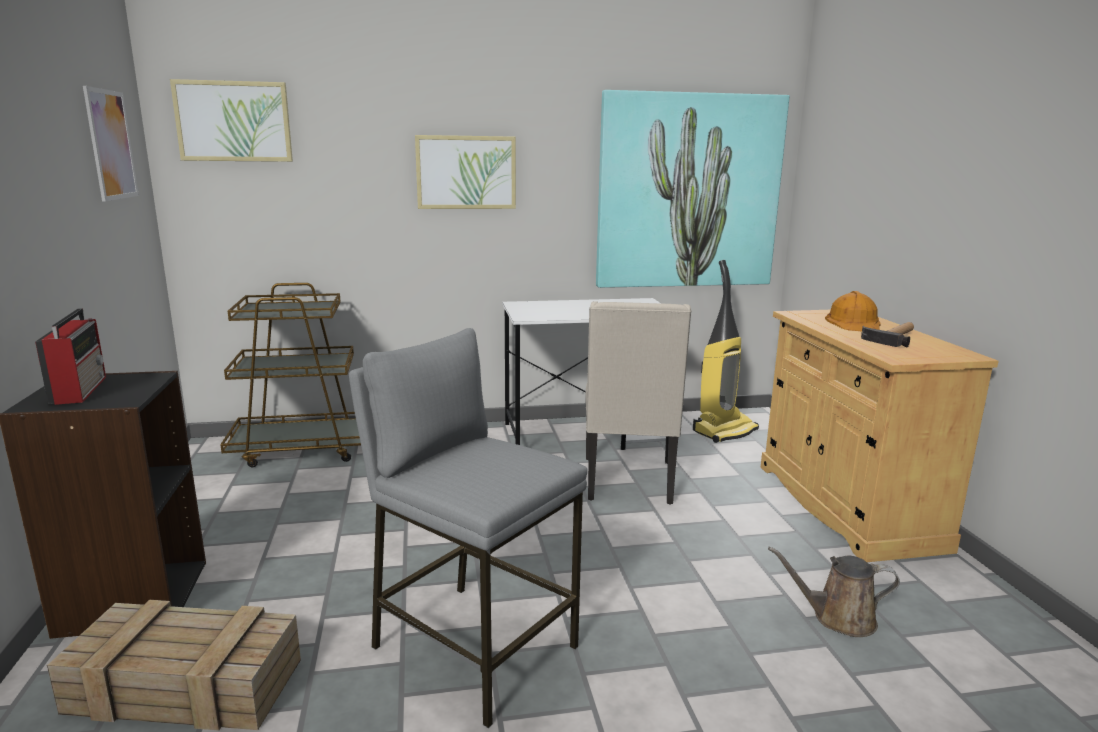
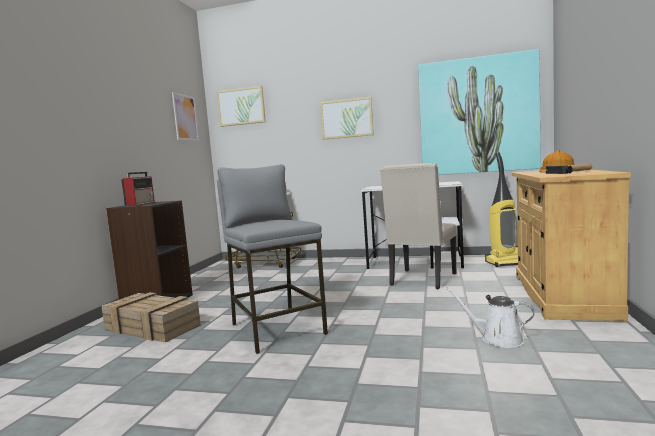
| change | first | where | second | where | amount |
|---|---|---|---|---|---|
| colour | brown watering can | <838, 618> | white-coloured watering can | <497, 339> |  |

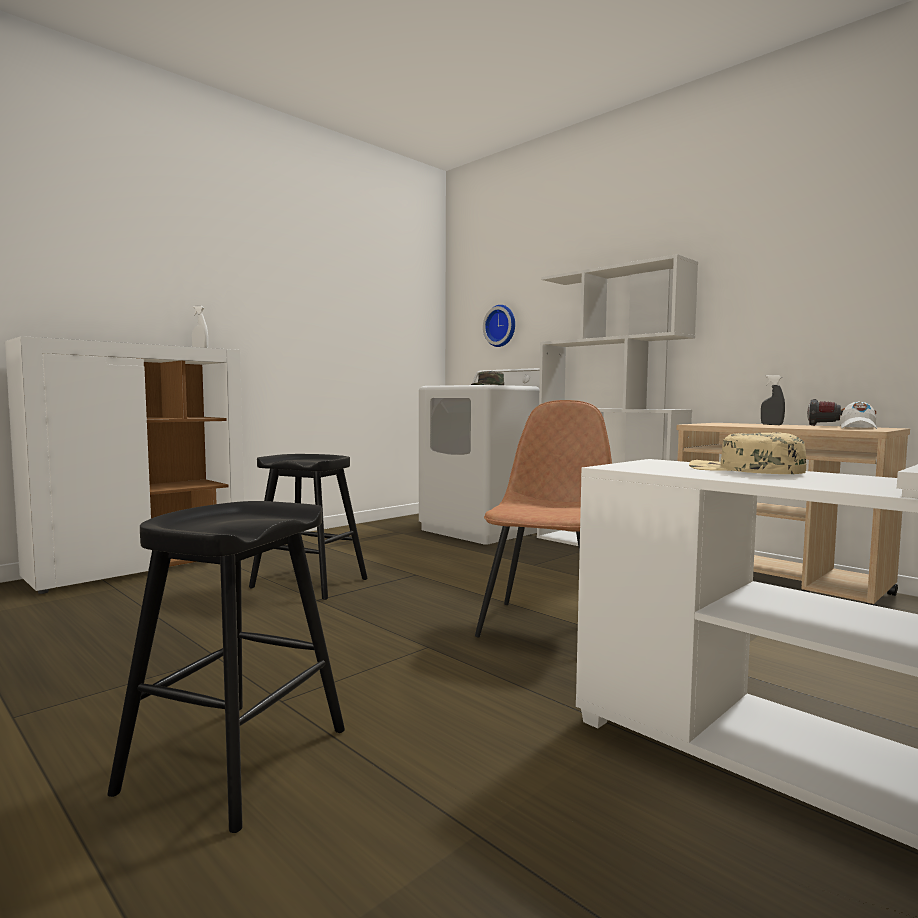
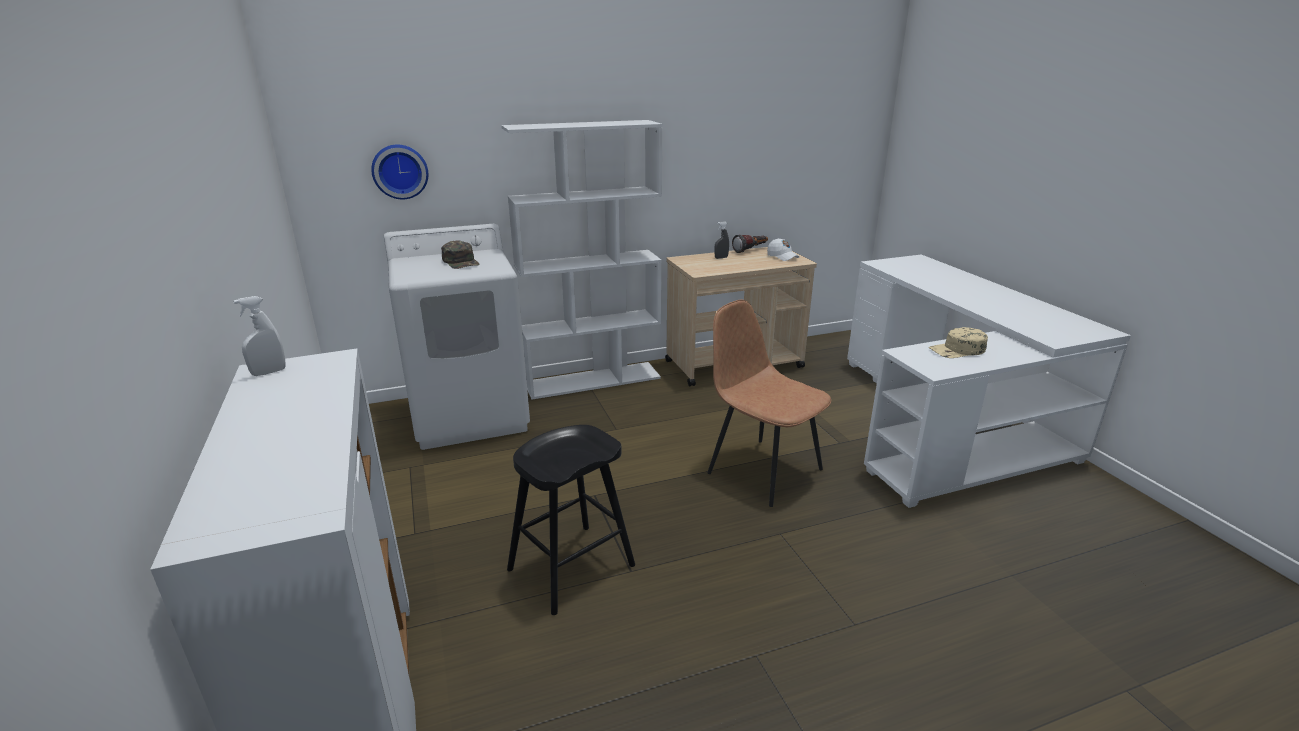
| change | first | where | second | where | amount |
|---|---|---|---|---|---|
| missing | black-coloured stool | <236, 760> |  |  |  |

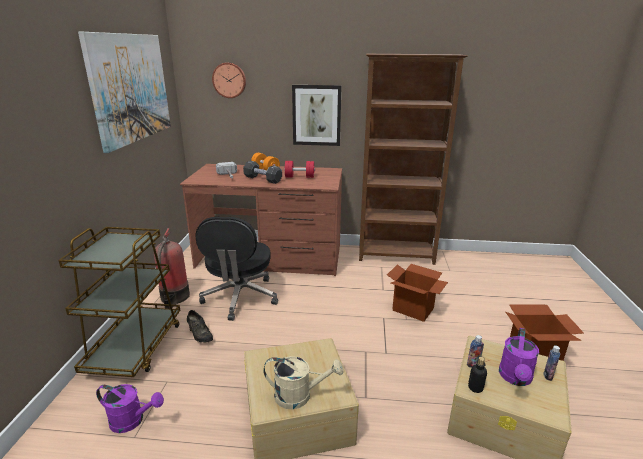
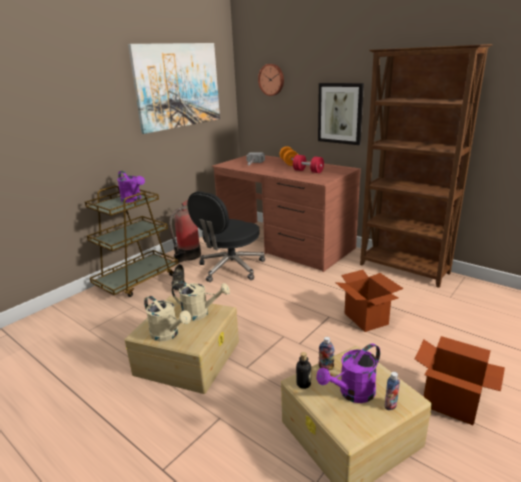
| change | first | where | second | where | amount |
|---|---|---|---|---|---|
| missing | black-coloured free weight | <263, 179> |  |  |  |
| appeared |  |  | beige-coloured watering can | <200, 313> |  |
| relocated | purple-coloured watering can | <132, 421> |  | <133, 200> |  |

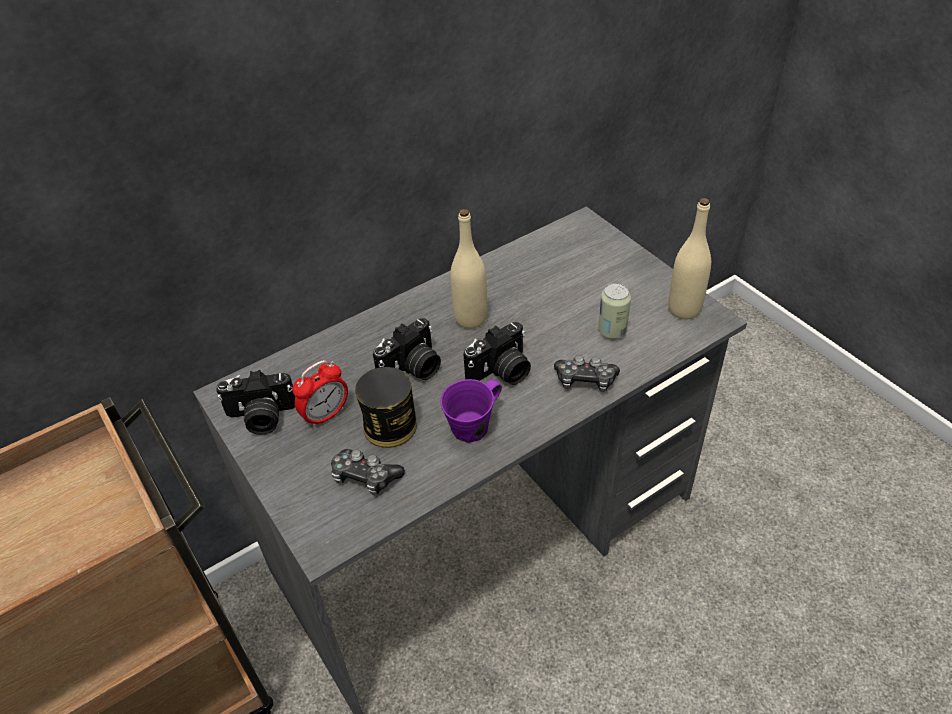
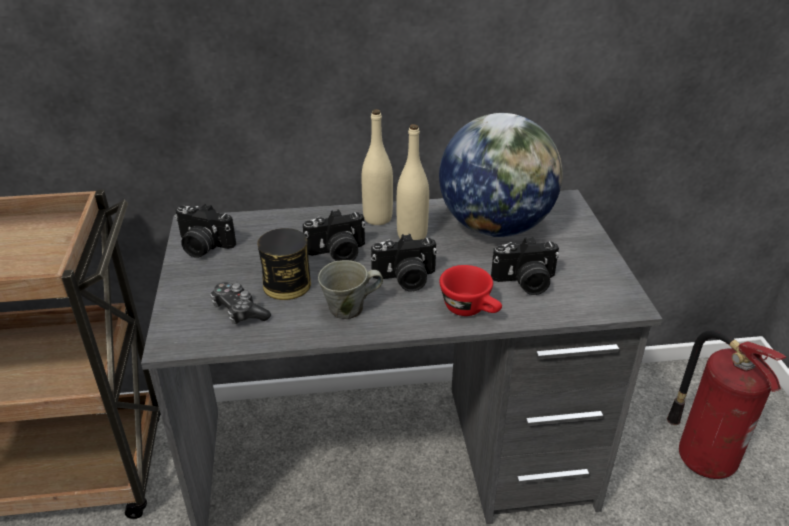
| change | first | where | second | where | amount |
|---|---|---|---|---|---|
| missing | table clock | <326, 415> |  |  |  |
| appeared |  |  | desk globe | <495, 227> |  |
| appeared |  |  | fire-fighting cylinder | <703, 456> |  |
| relocated | beige-coloured drink bottle | <684, 309> |  | <377, 218> |  |
| exchanged | gamepad | <585, 380> | red small cup | <471, 309> |  |
| exchanged | can | <612, 331> | photo camera | <525, 283> |  |
| colour | purple-coloured coffee mug | <472, 427> | grey coffee mug | <349, 309> |  |

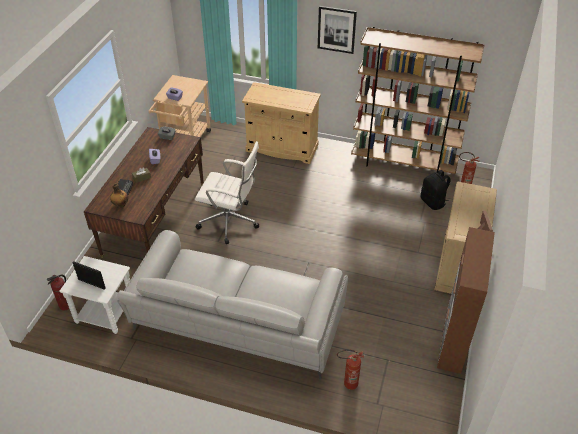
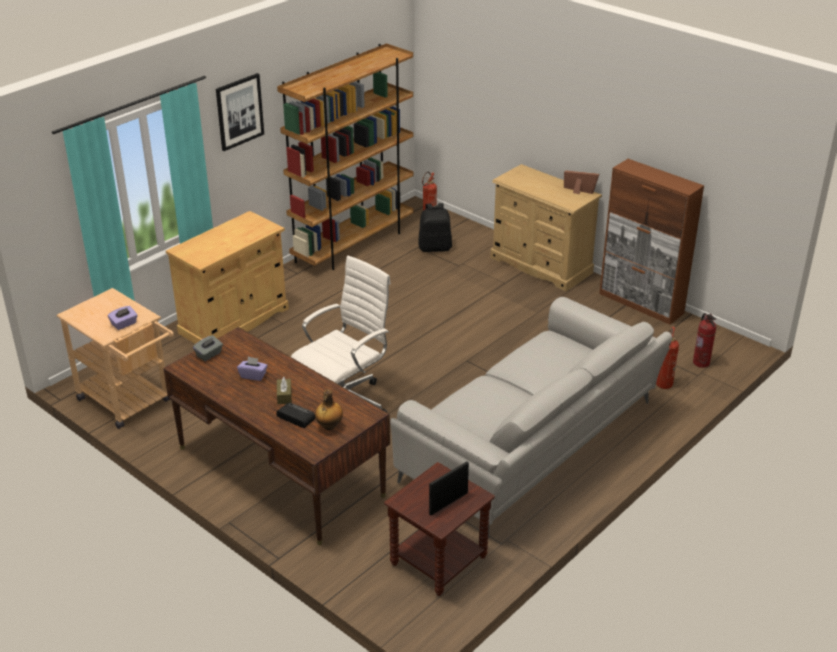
| change | first | where | second | where | amount |
|---|---|---|---|---|---|
| relocated | fire-fighting cylinder | <65, 305> |  | <701, 363> |  |
| colour | white-coloured side table | <105, 313> | brown side table | <439, 561> |  |

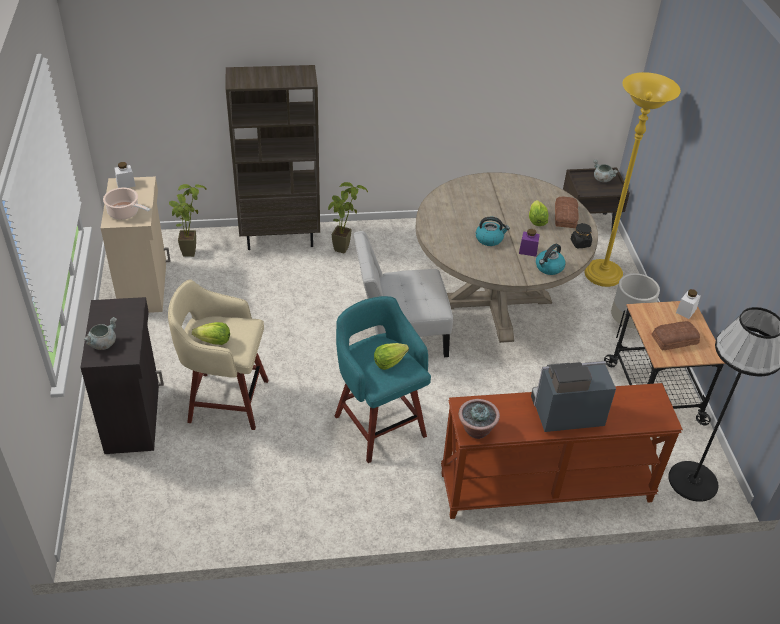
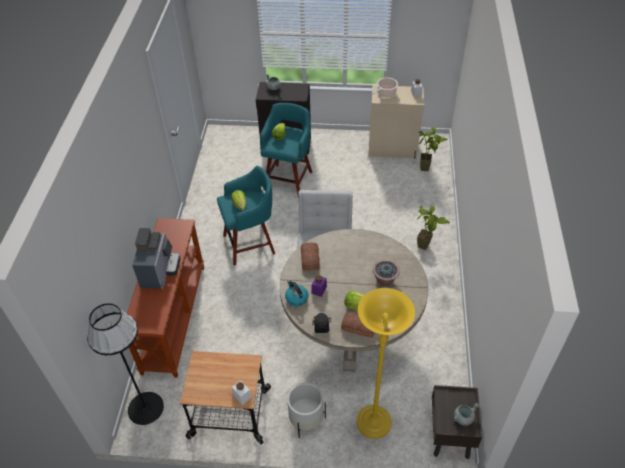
| change | first | where | second | where | amount |
|---|---|---|---|---|---|
| missing | brown bookshelf | <280, 238> |  |  |  |
| missing | water kettle | <489, 239> |  |  |  |
| relocated | potted plant | <476, 430> |  | <385, 279> |  |
| relocated | bakery bread | <673, 339> |  | <310, 259> |  |
| colour | beige-coloured stool | <225, 400> | turquoise-coloured stool | <288, 179> |  |

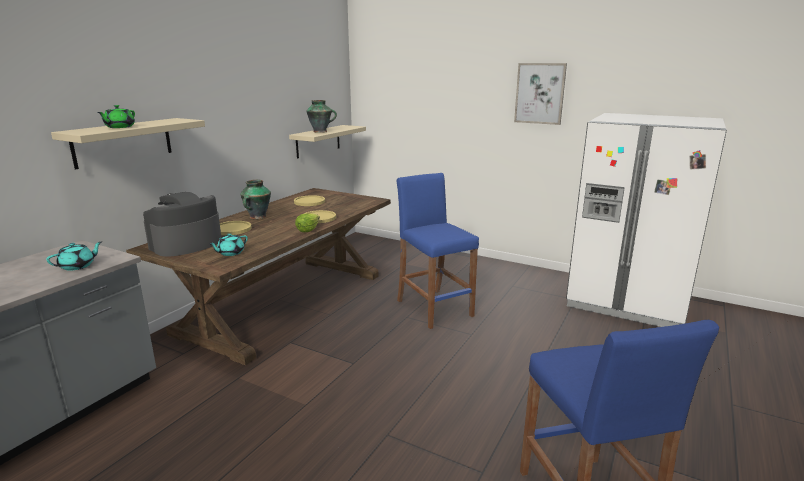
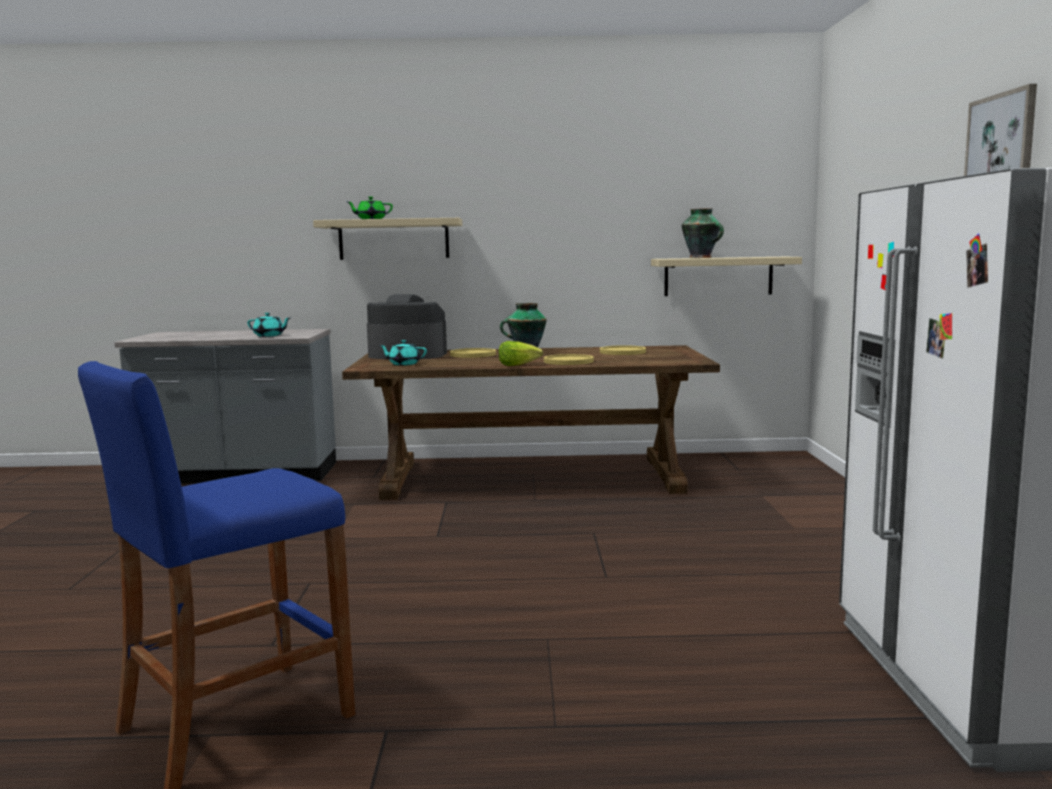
| change | first | where | second | where | amount |
|---|---|---|---|---|---|
| missing | bluish stool | <434, 308> |  |  |  |

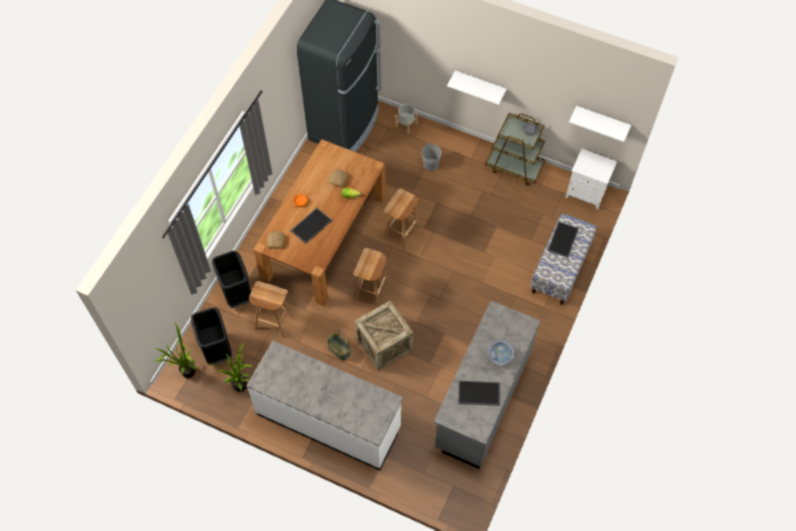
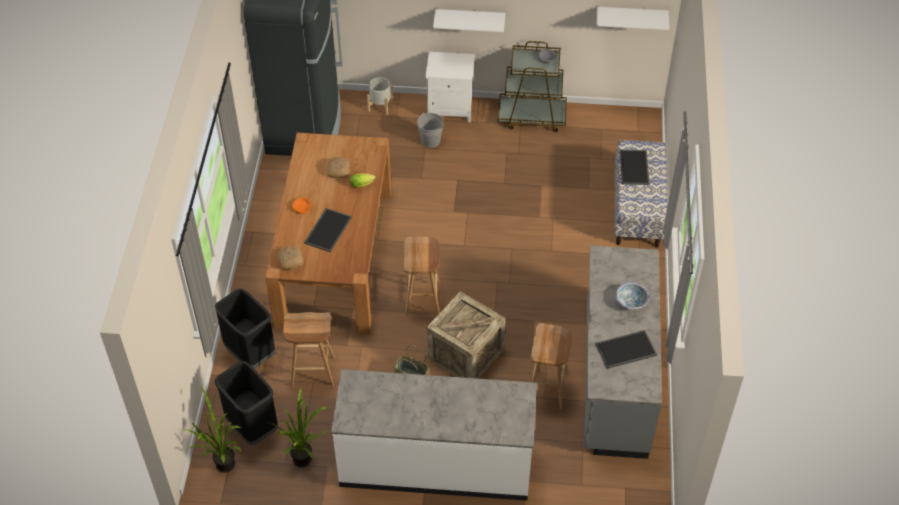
| change | first | where | second | where | amount |
|---|---|---|---|---|---|
| relocated | brown stool | <401, 234> |  | <547, 389> |  |
| relocated | white-coloured night table | <587, 193> |  | <451, 108> |  |

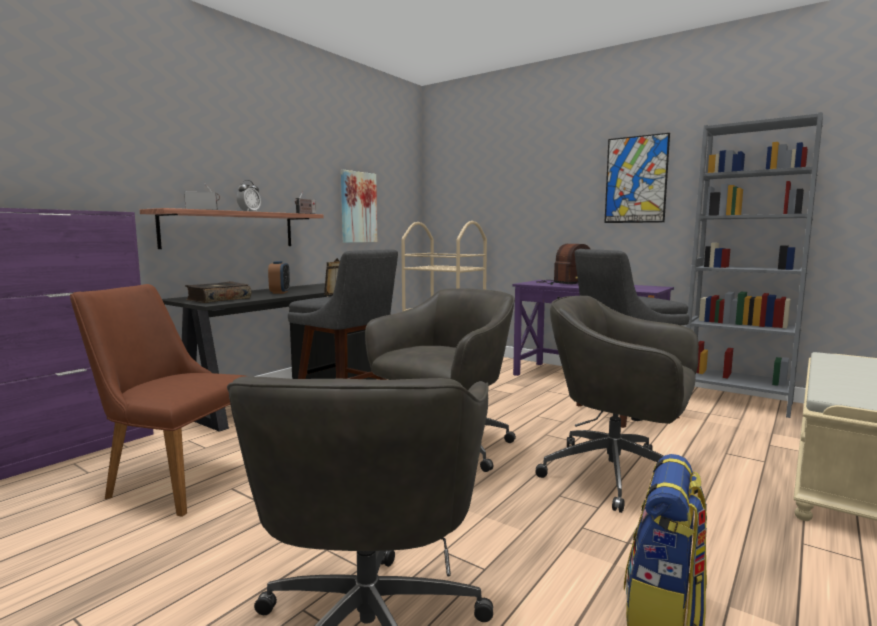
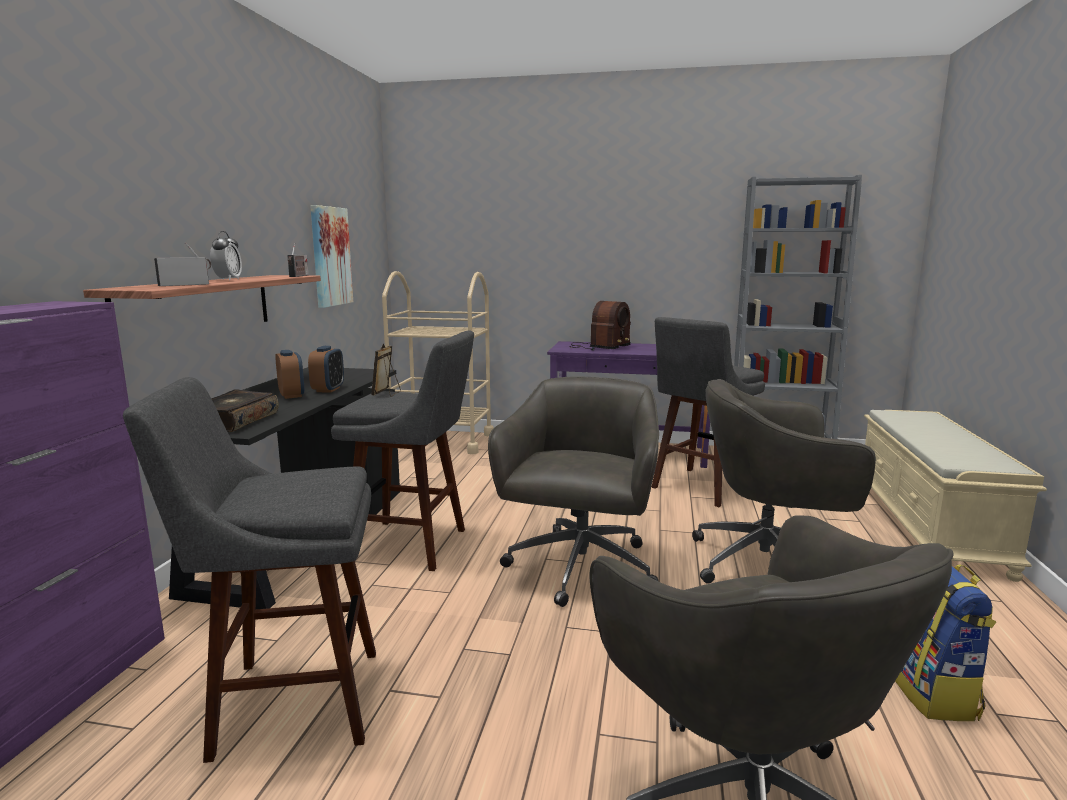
| change | first | where | second | where | amount |
|---|---|---|---|---|---|
| missing | wall picture | <636, 179> |  |  |  |
| appeared |  |  | table clock | <328, 389> |  |
| exchanged | brown plain chair | <172, 480> | grey stool | <288, 702> |  |

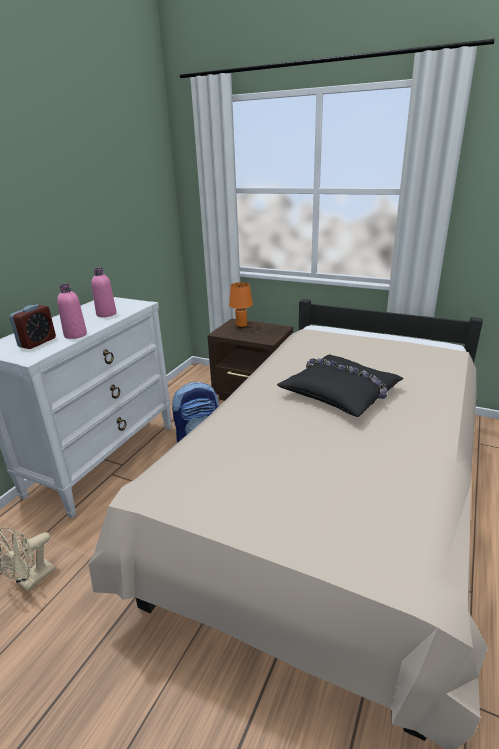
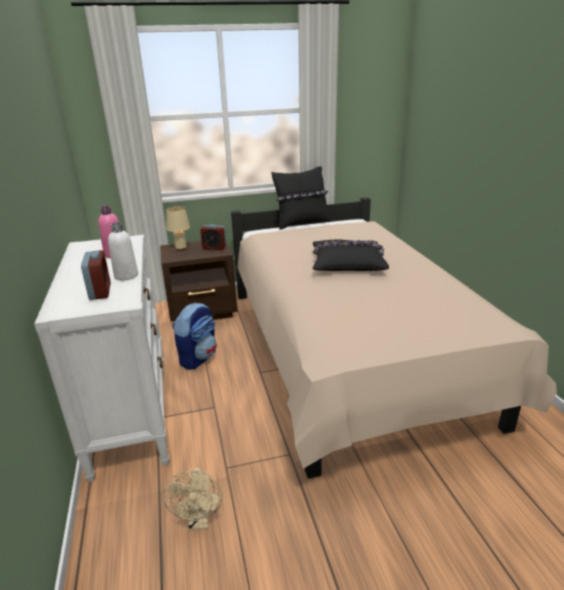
| change | first | where | second | where | amount |
|---|---|---|---|---|---|
| appeared |  |  | table clock | <214, 248> |  |
| appeared |  |  | black-coloured throw pillow | <302, 223> |  |
| colour | pinkish drink bottle | <75, 335> | white-coloured drink bottle | <126, 276> |  |
| colour | orangey lamp for a table | <241, 326> | beige-coloured lamp for a table | <180, 248> |  |

